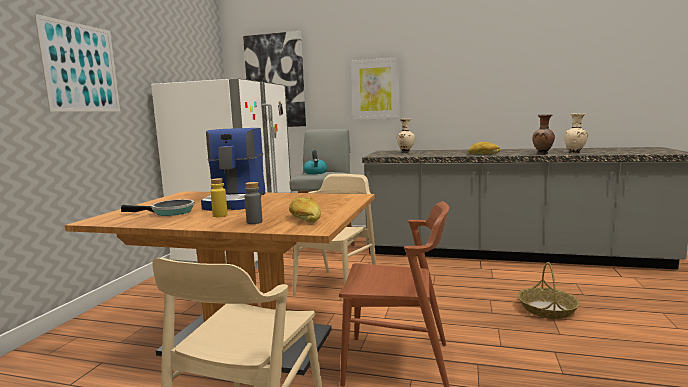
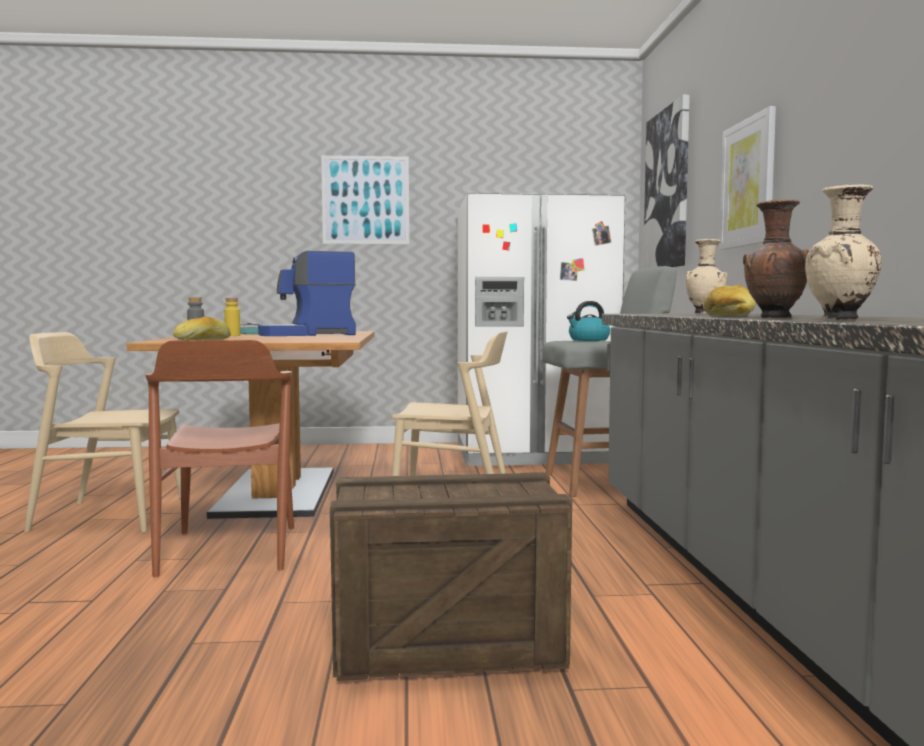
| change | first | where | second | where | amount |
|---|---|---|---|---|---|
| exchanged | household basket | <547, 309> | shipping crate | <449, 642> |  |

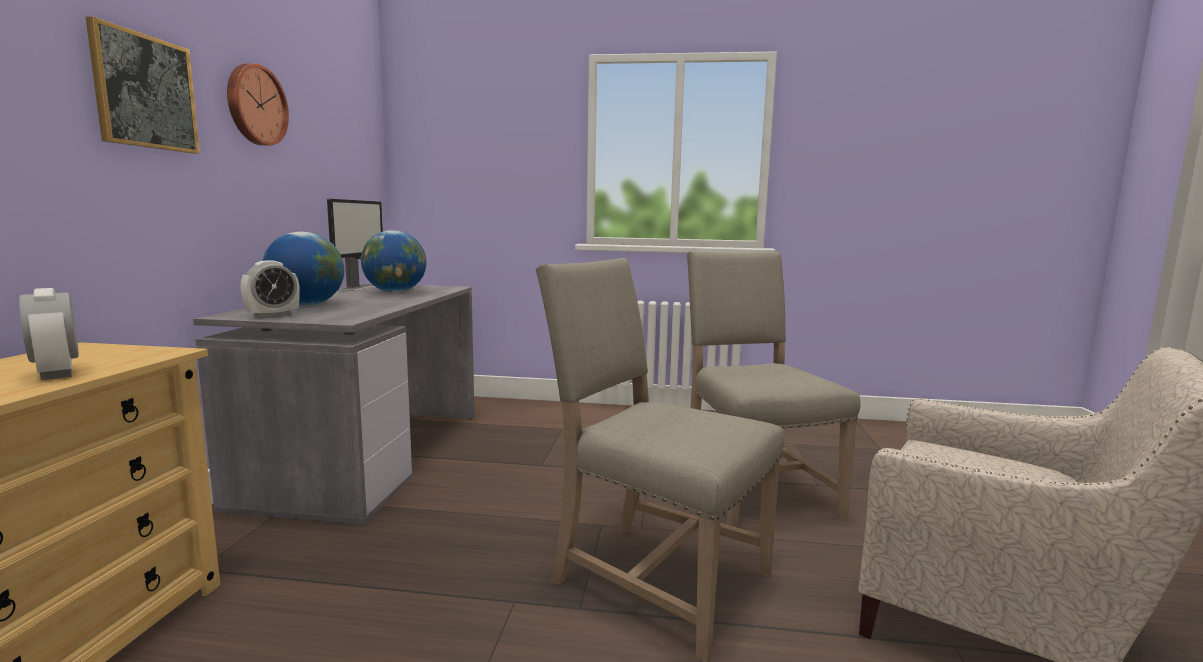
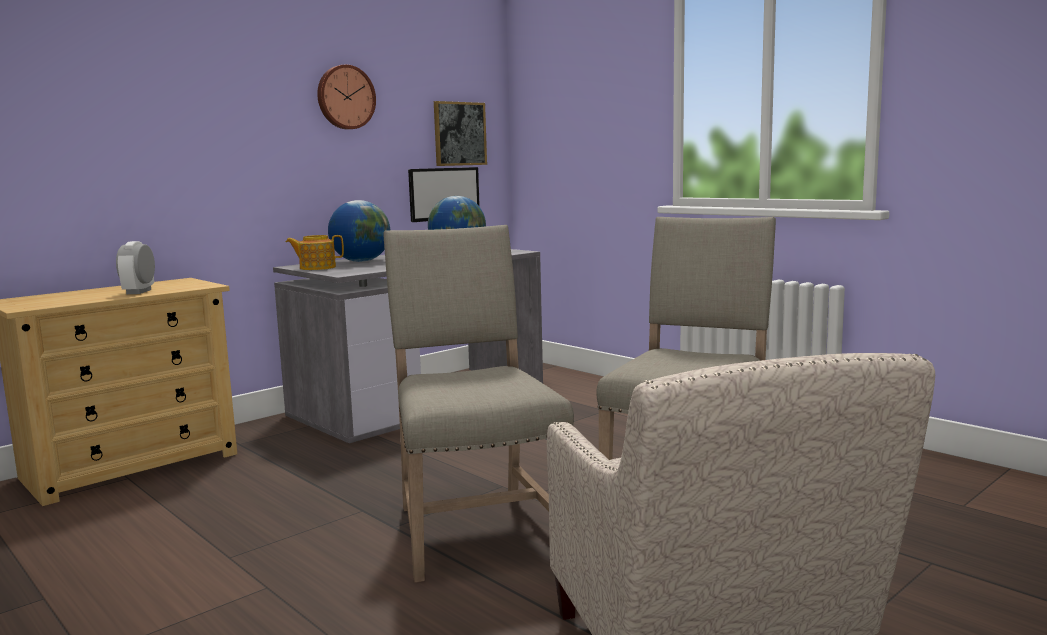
| change | first | where | second | where | amount |
|---|---|---|---|---|---|
| relocated | wall picture | <145, 92> |  | <459, 134> |  |
| exchanged | table clock | <273, 315> | teapot | <316, 268> |  |

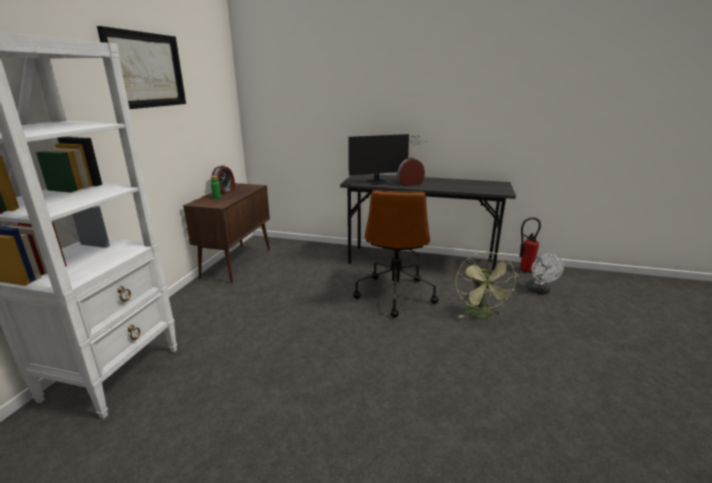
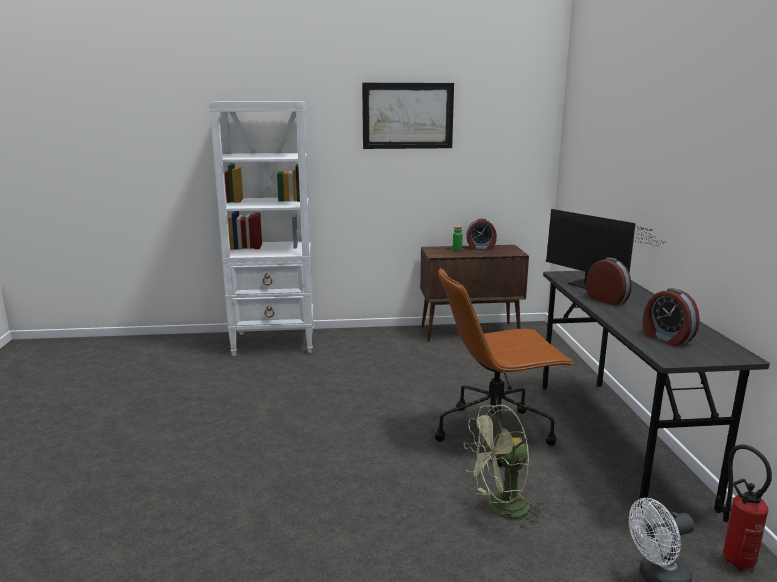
| change | first | where | second | where | amount |
|---|---|---|---|---|---|
| appeared |  |  | table clock | <666, 338> |  |

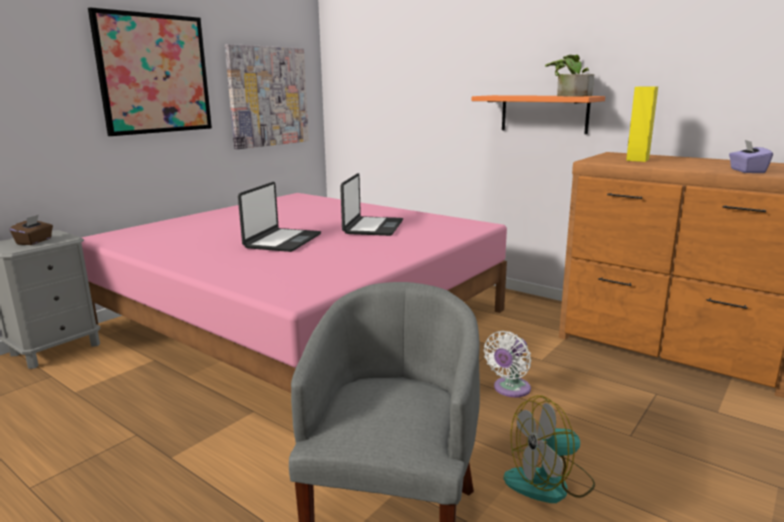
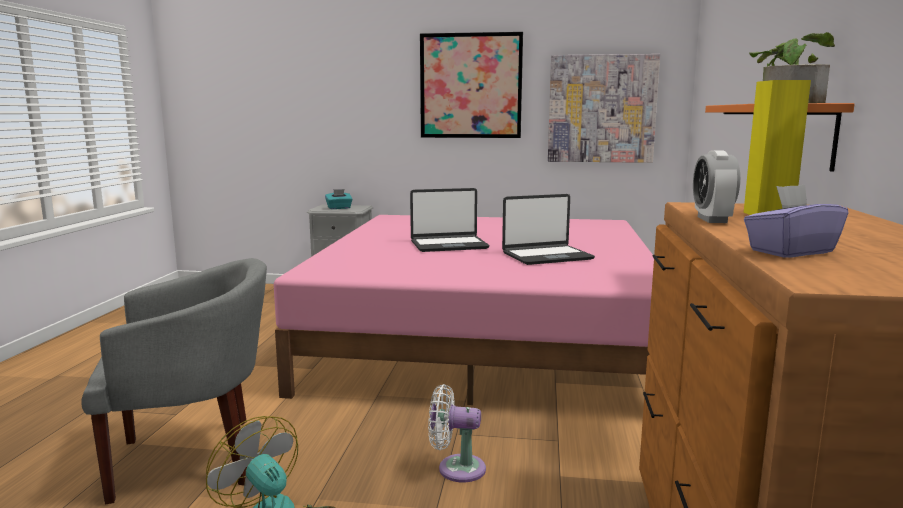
| change | first | where | second | where | amount |
|---|---|---|---|---|---|
| appeared |  |  | table clock | <712, 220> |  |
| colour | brown tissue box | <35, 241> | turquoise-coloured tissue box | <339, 208> |  |

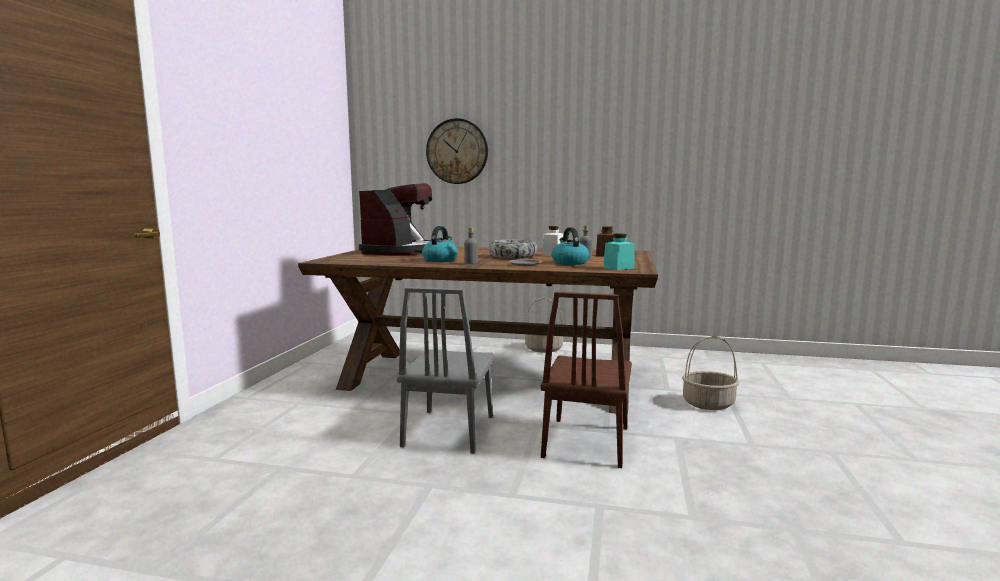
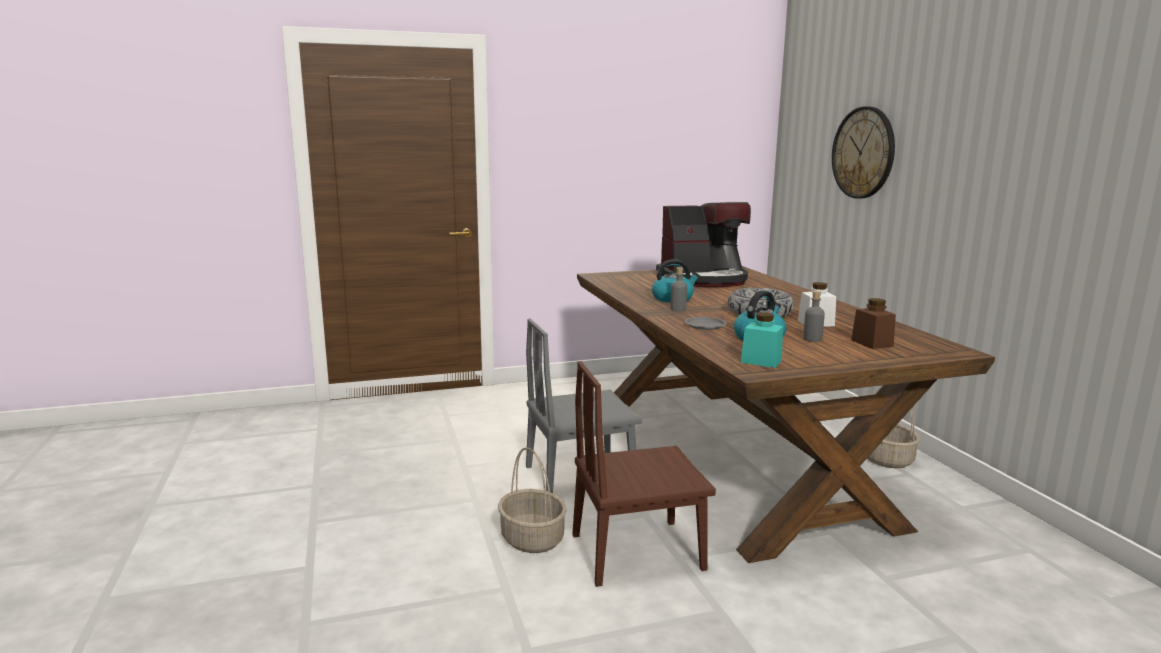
| change | first | where | second | where | amount |
|---|---|---|---|---|---|
| relocated | household basket | <708, 404> |  | <531, 539> |  |

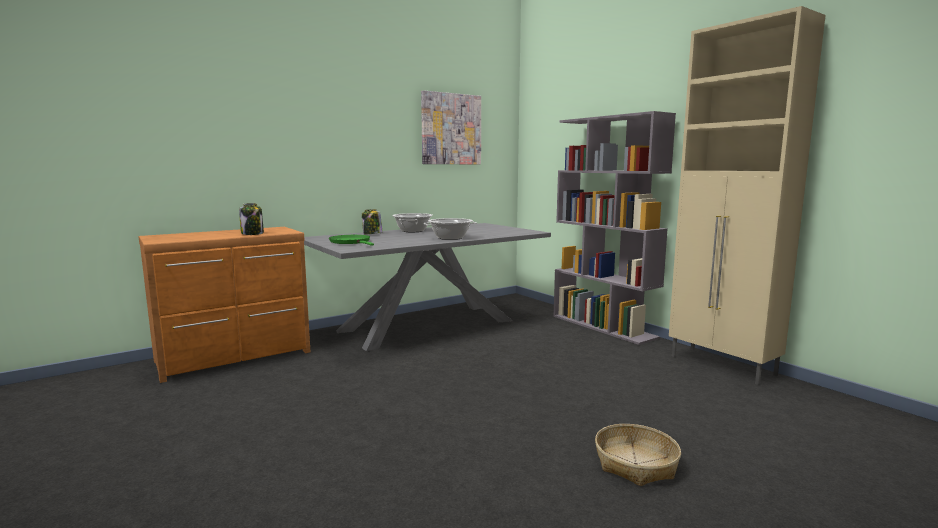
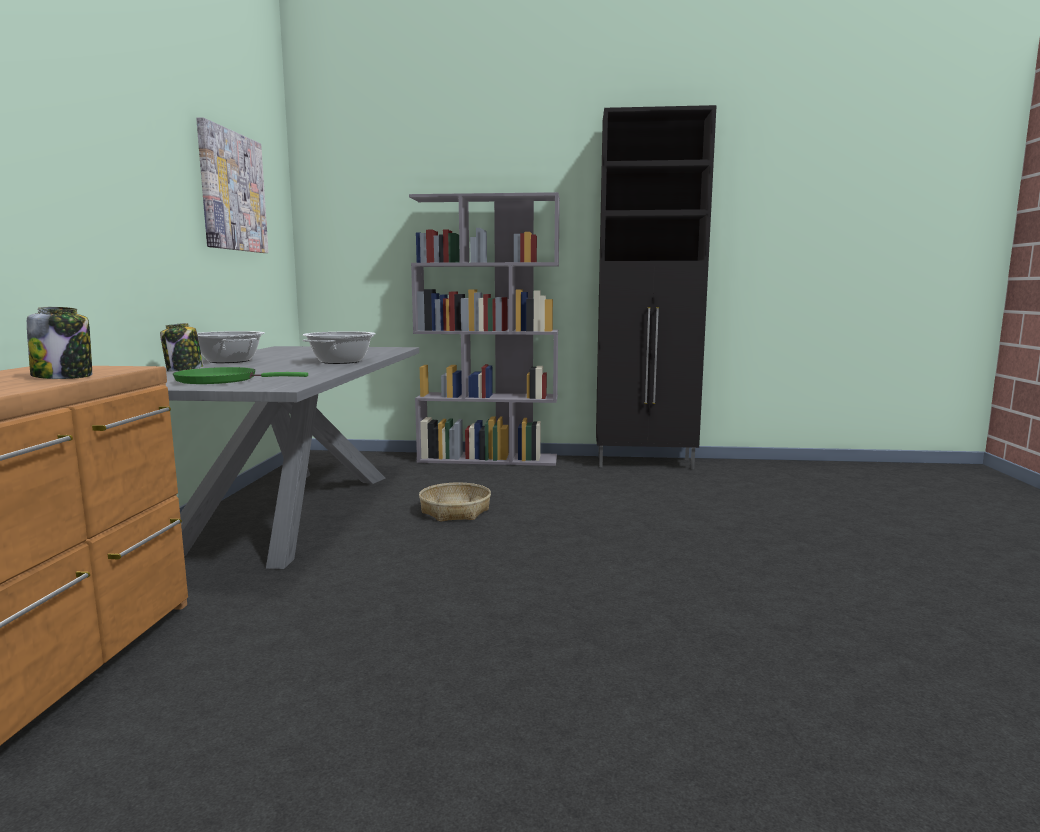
| change | first | where | second | where | amount |
|---|---|---|---|---|---|
| relocated | household basket | <636, 464> |  | <455, 511> |  |
| colour | beige-coloured storage cabinet | <723, 366> | black-coloured storage cabinet | <646, 463> |  |

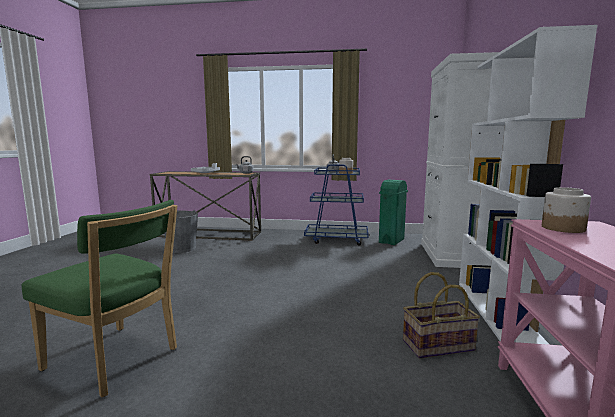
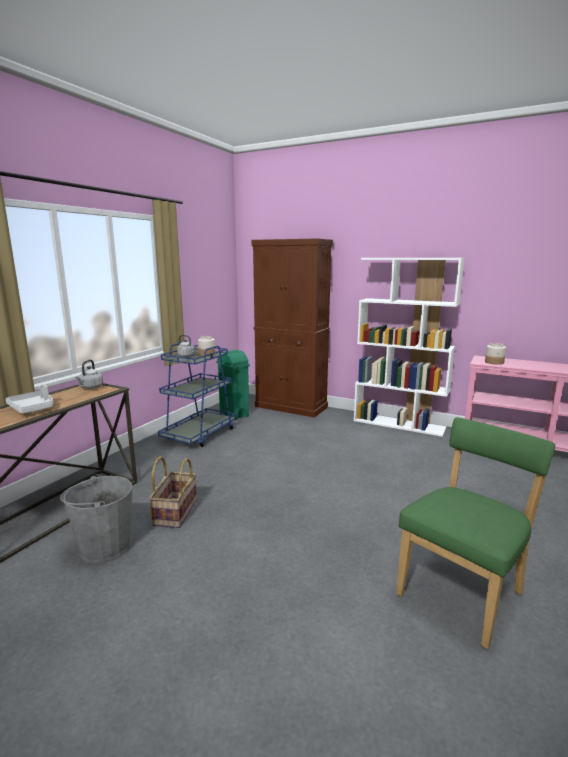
| change | first | where | second | where | amount |
|---|---|---|---|---|---|
| relocated | household basket | <437, 345> |  | <175, 512> |  |
| colour | white-coloured storage cabinet | <446, 255> | brown storage cabinet | <291, 407> |  |

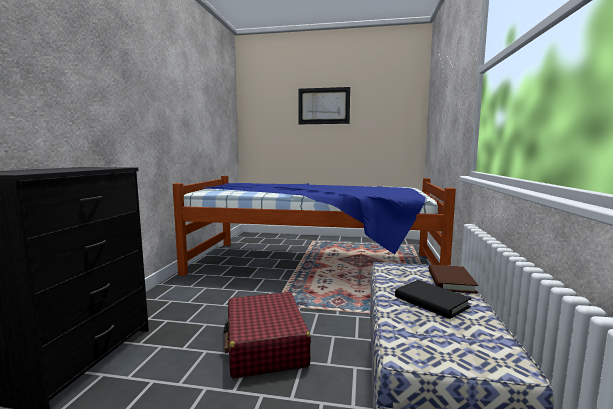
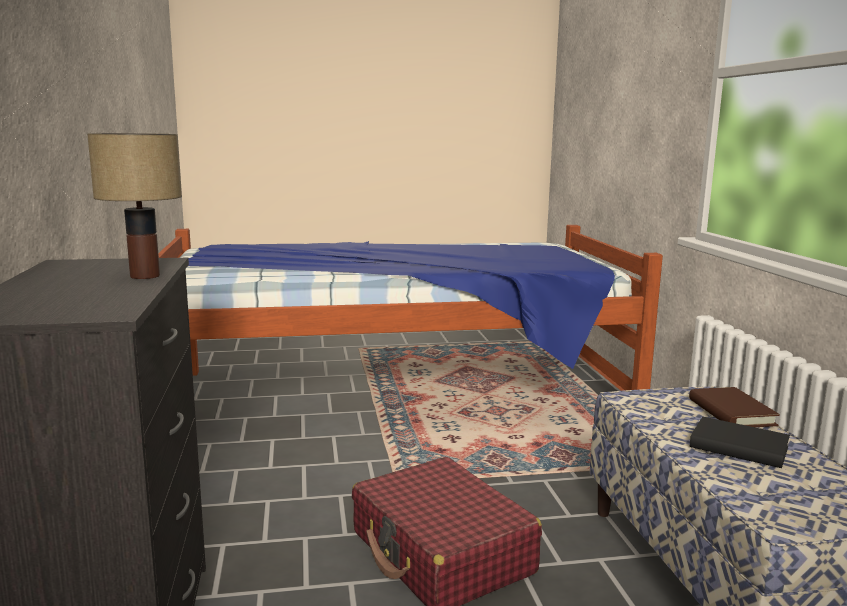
| change | first | where | second | where | amount |
|---|---|---|---|---|---|
| missing | wall picture | <323, 106> |  |  |  |
| appeared |  |  | lamp for a table | <146, 276> |  |

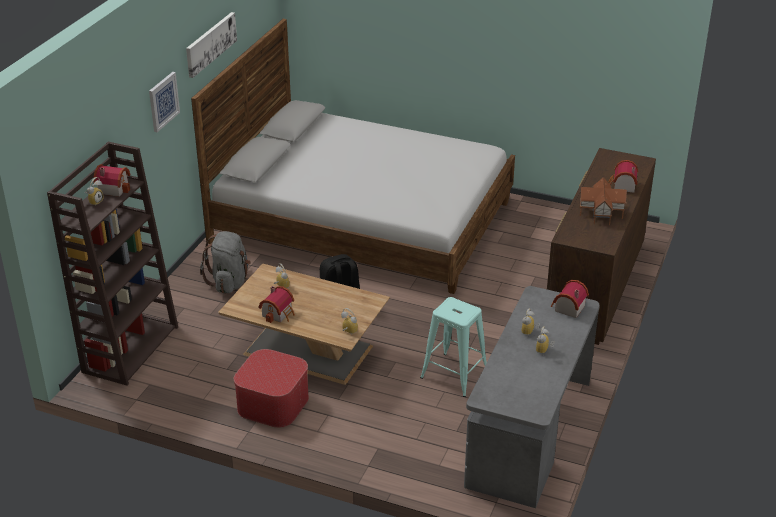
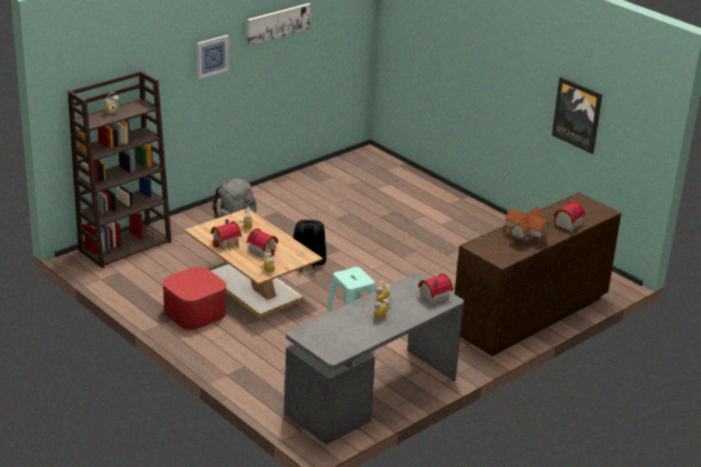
| change | first | where | second | where | amount |
|---|---|---|---|---|---|
| missing | bed | <363, 220> |  |  |  |
| appeared |  |  | wall picture | <577, 114> |  |
| relocated | toy house | <113, 188> |  | <263, 250> |  |

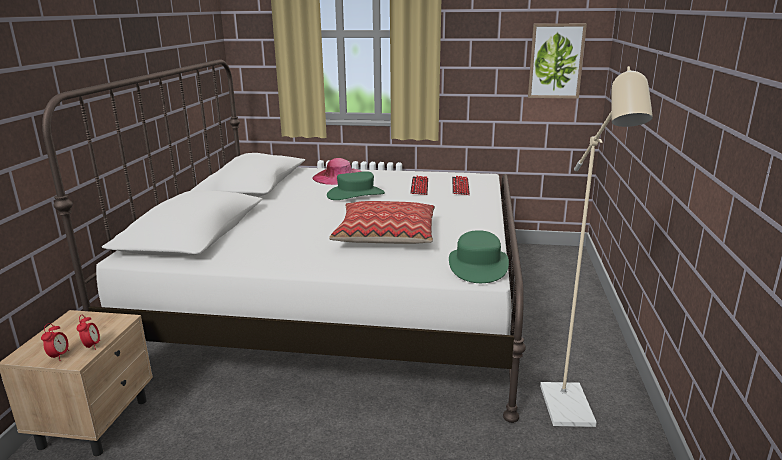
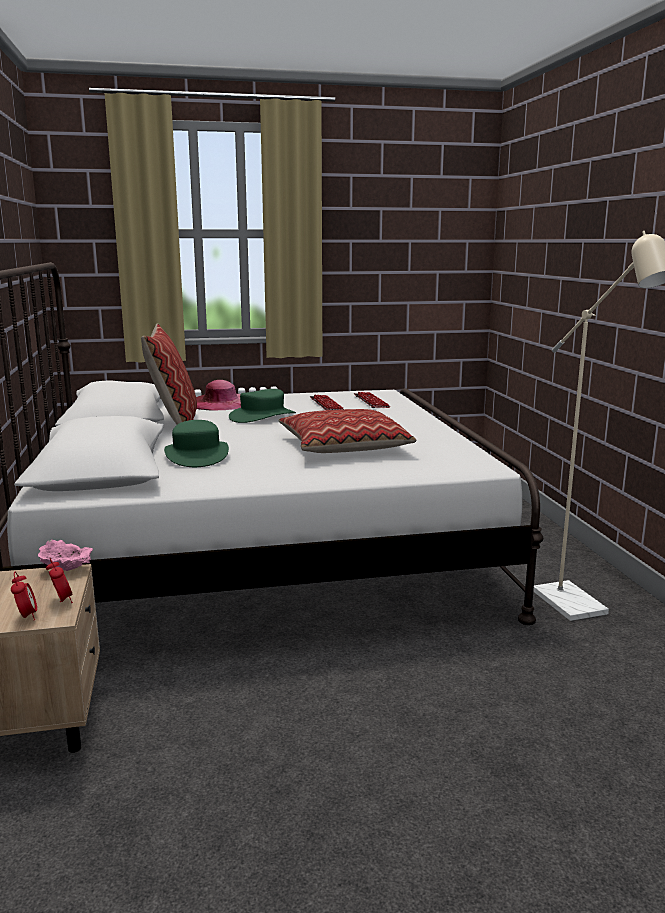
| change | first | where | second | where | amount |
|---|---|---|---|---|---|
| missing | wall picture | <556, 61> |  |  |  |
| appeared |  |  | pinkish deep dish | <67, 570> |  |
| appeared |  |  | throw pillow | <174, 422> |  |
| relocated | greenish clothing hat | <478, 265> |  | <197, 455> |  |

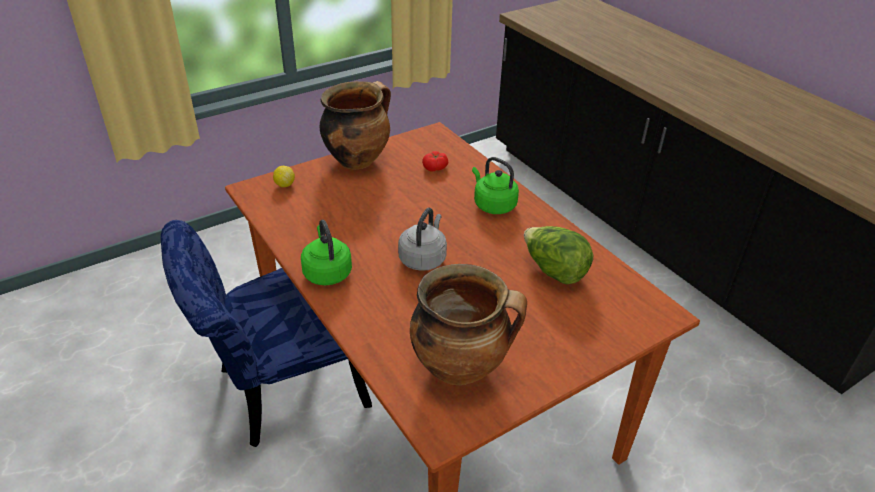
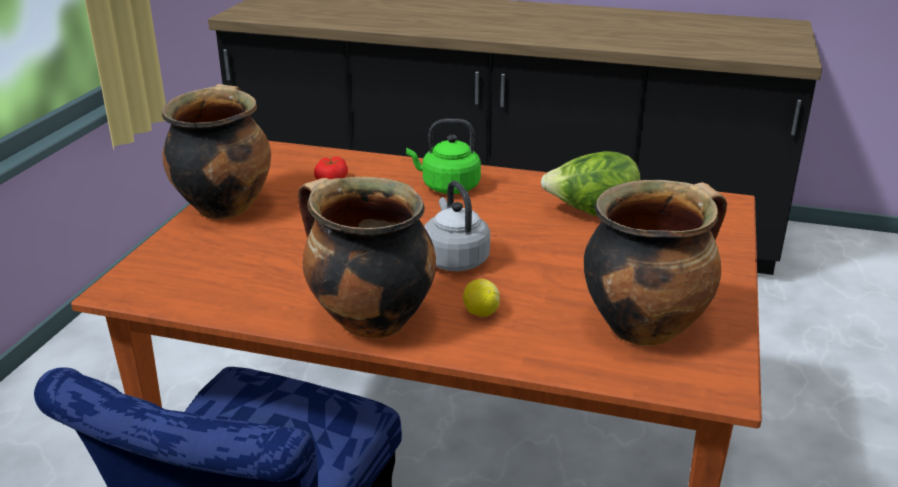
| change | first | where | second | where | amount |
|---|---|---|---|---|---|
| relocated | whole lemon | <284, 185> |  | <481, 313> |  |
| exchanged | greenish water kettle | <327, 272> | saucepot | <368, 321> |  |

